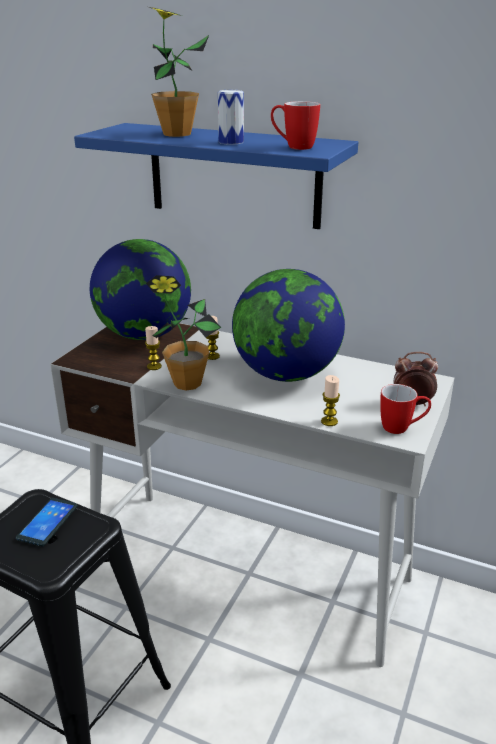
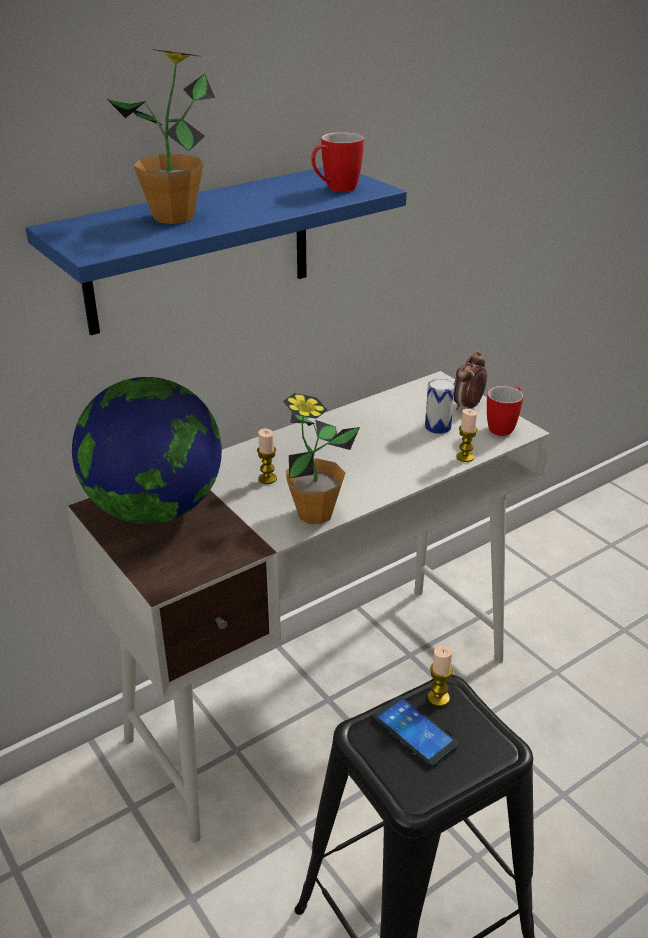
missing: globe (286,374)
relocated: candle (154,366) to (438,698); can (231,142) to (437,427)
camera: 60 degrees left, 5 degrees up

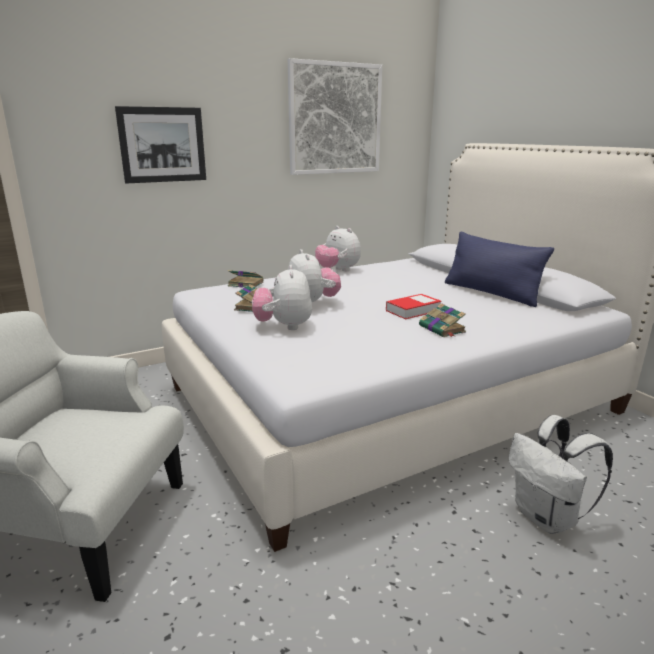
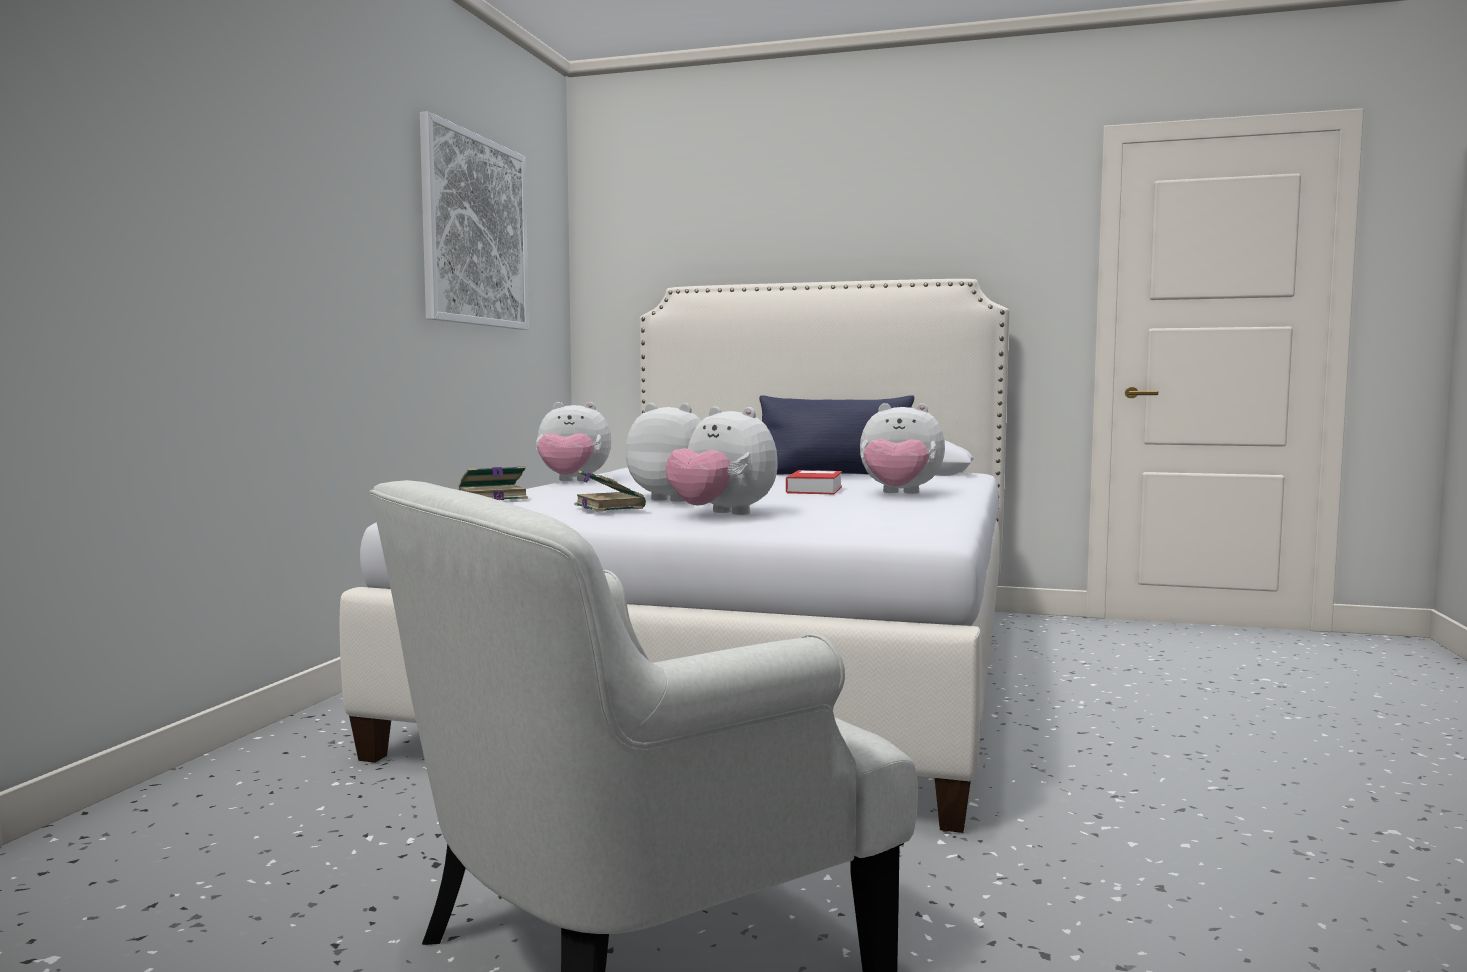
missing: picture (162,145); white backpack (547,518)
exchanged: book (442,329) to plush toy (899,494)
camera: 45 degrees left, 15 degrees down

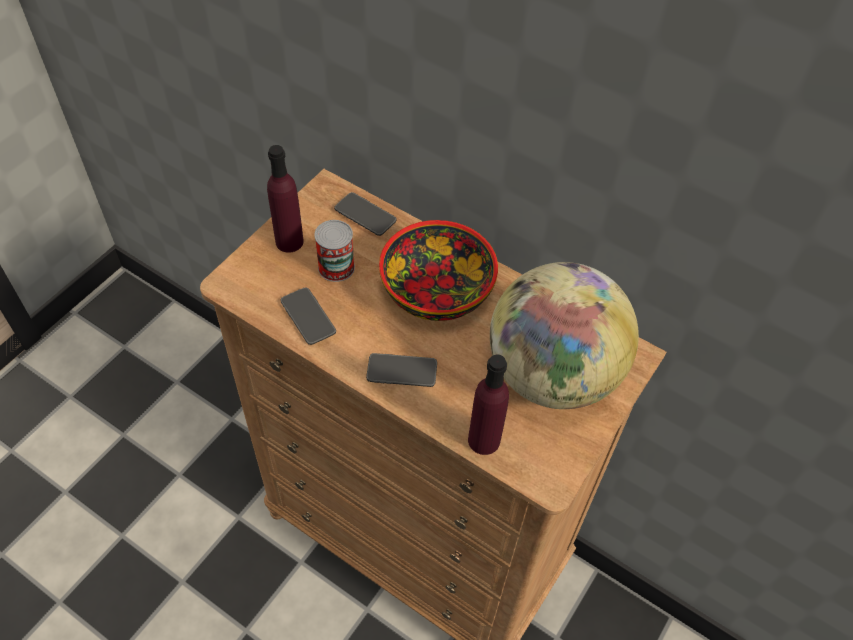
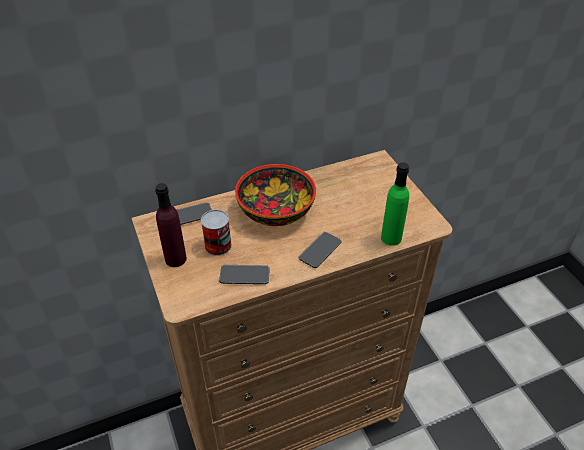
missing: globe (551,374)
colour: purple bottle (484,440) to green bottle (391,238)
camera: 55 degrees left, 10 degrees down

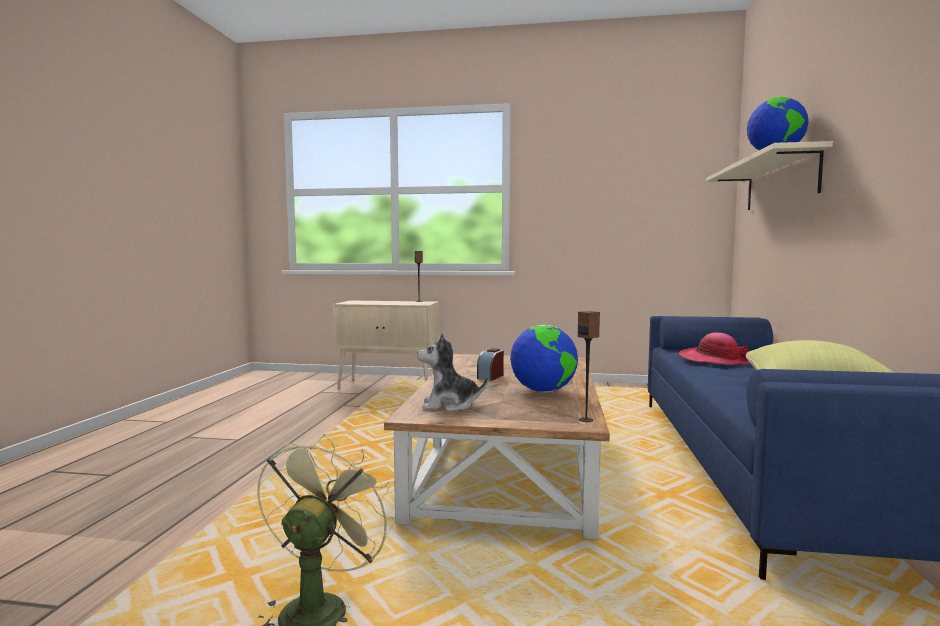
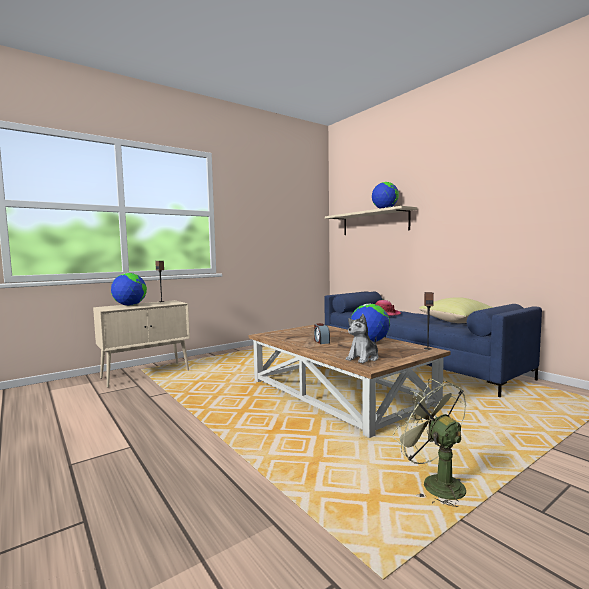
appeared: globe (130,305)
camera: 45 degrees left, 0 degrees up

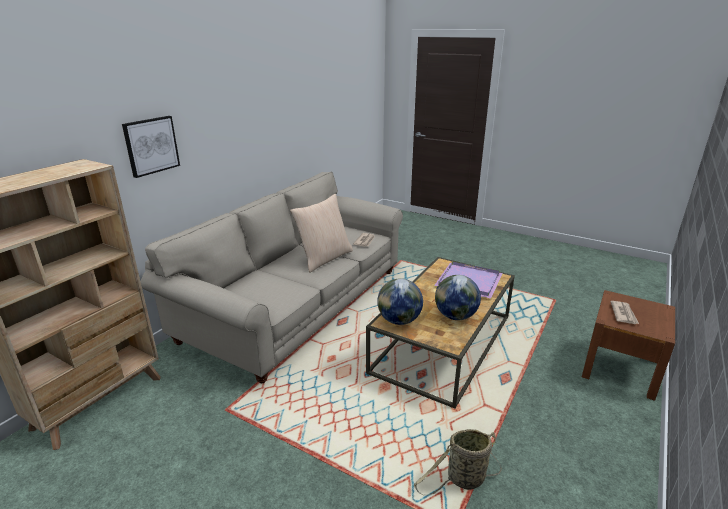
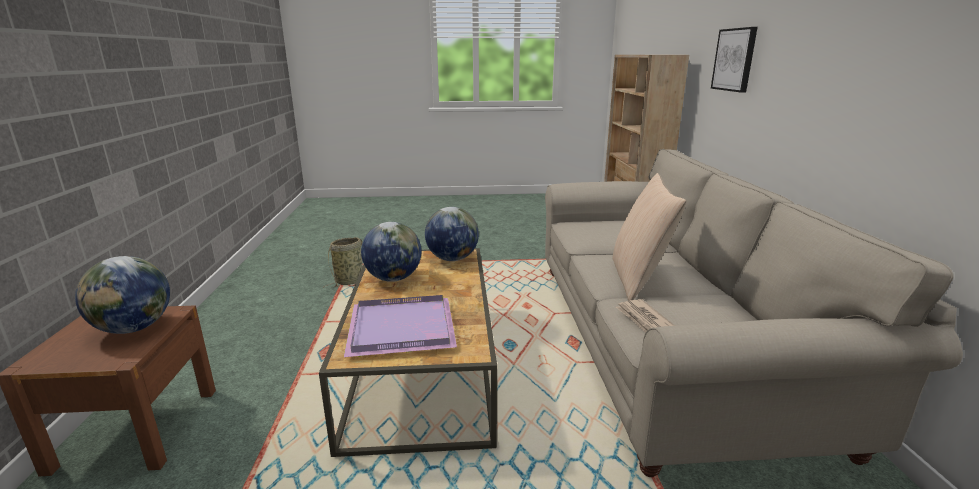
exchanged: newspaper (623,314) to globe (134,328)
camera: 145 degrees right, 5 degrees down

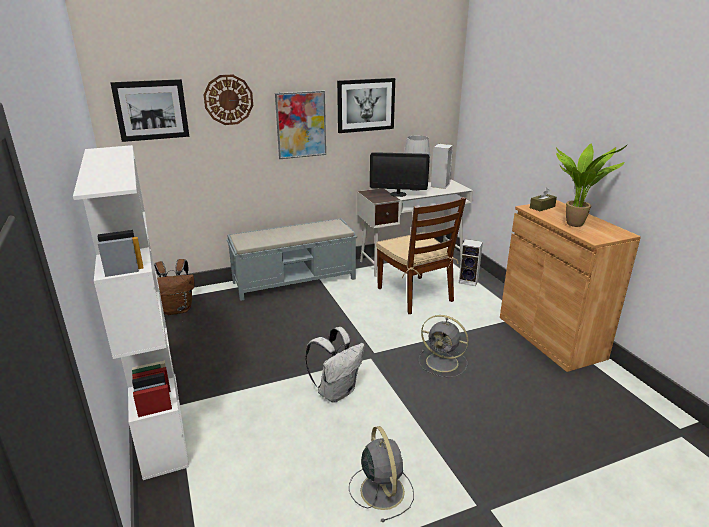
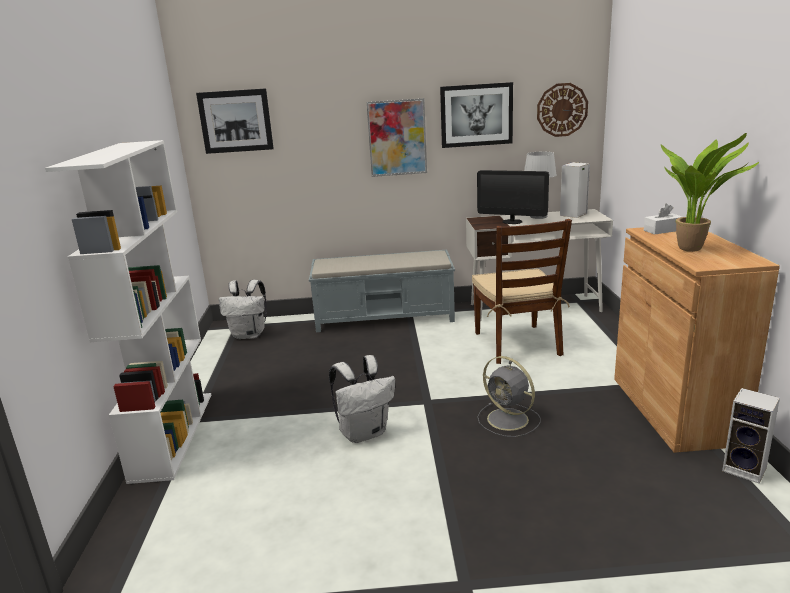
missing: grey fan (381,489)
relocated: wall clock (228,100) to (562,110); speaker (469,281) to (746,469)
colour: brown backpack (177,309) to white backpack (249,335); brown tissue box (542,207) to white tissue box (662,230)
camera: 20 degrees right, 5 degrees down

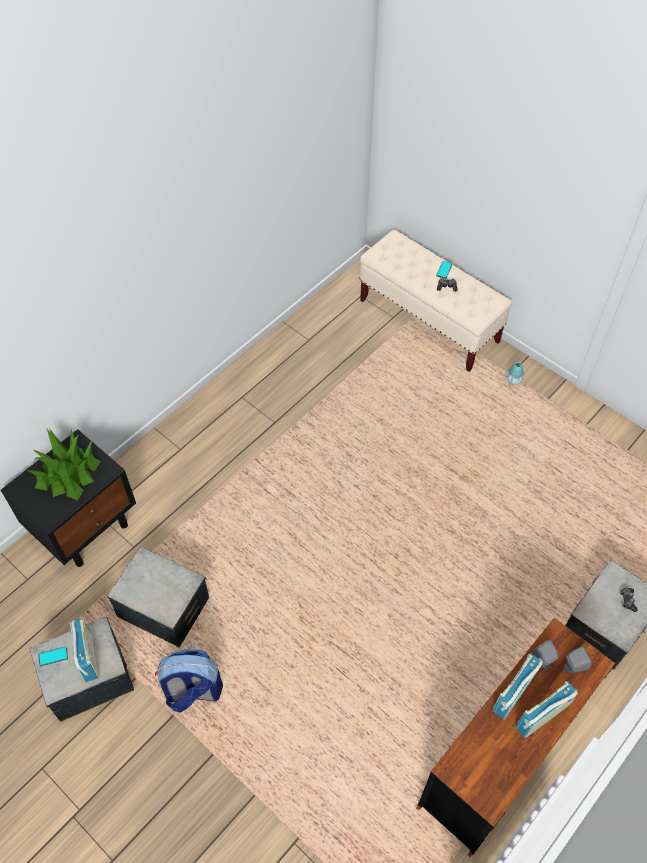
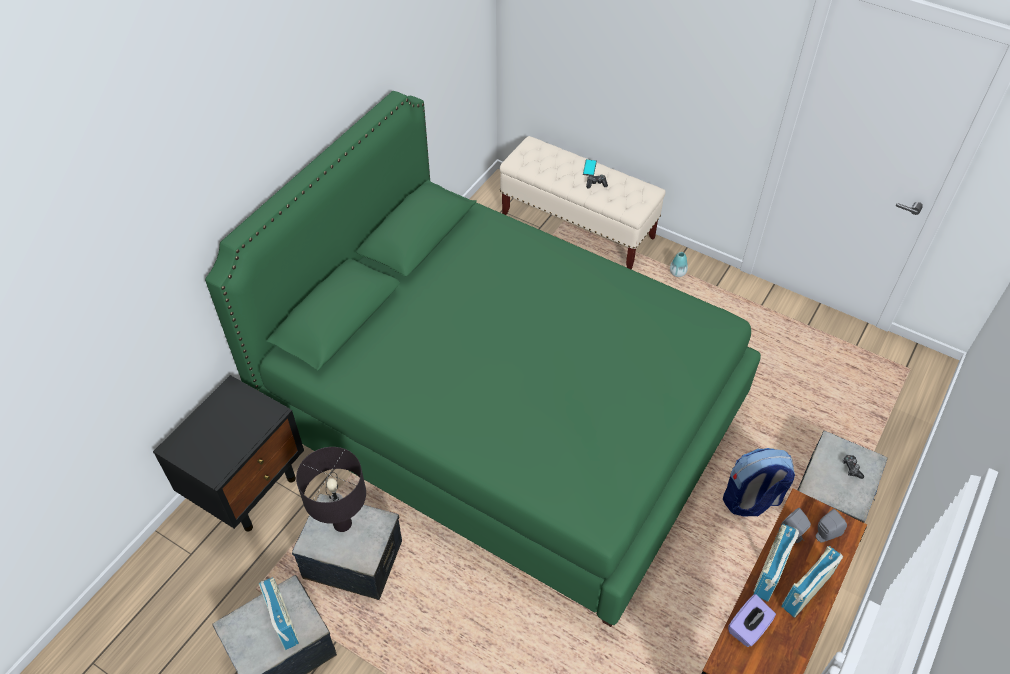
missing: potted plant (68,473); phone (53,656)
appeared: green bed (504,415); black table lamp (342,524); purple tissue box (748,628)
relocated: backpack (193,691) to (751,500)
camera: 10 degrees left, 5 degrees down

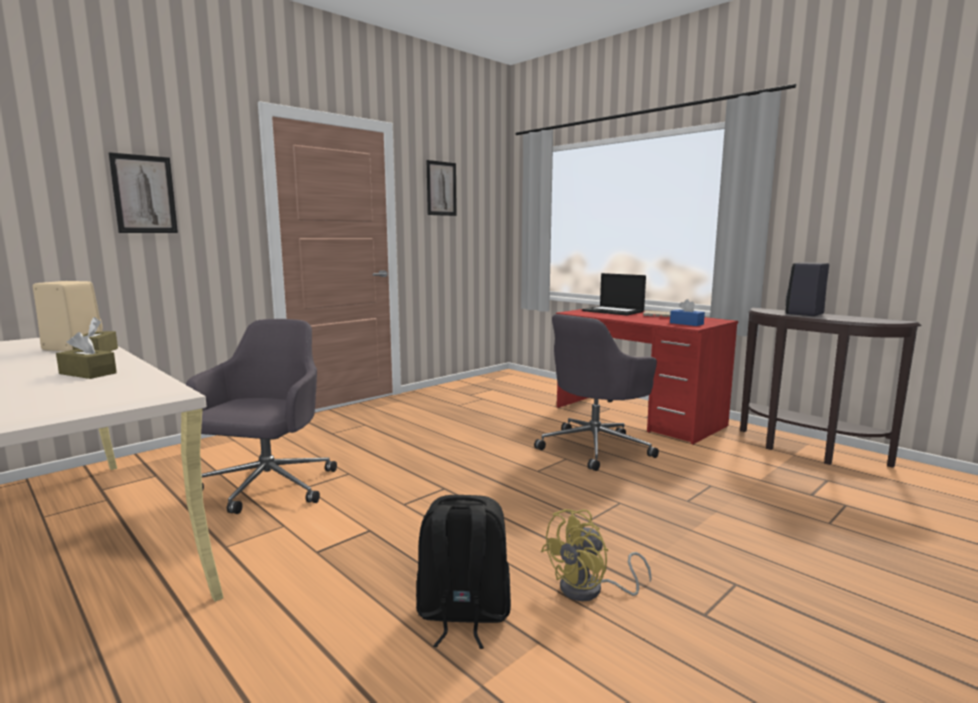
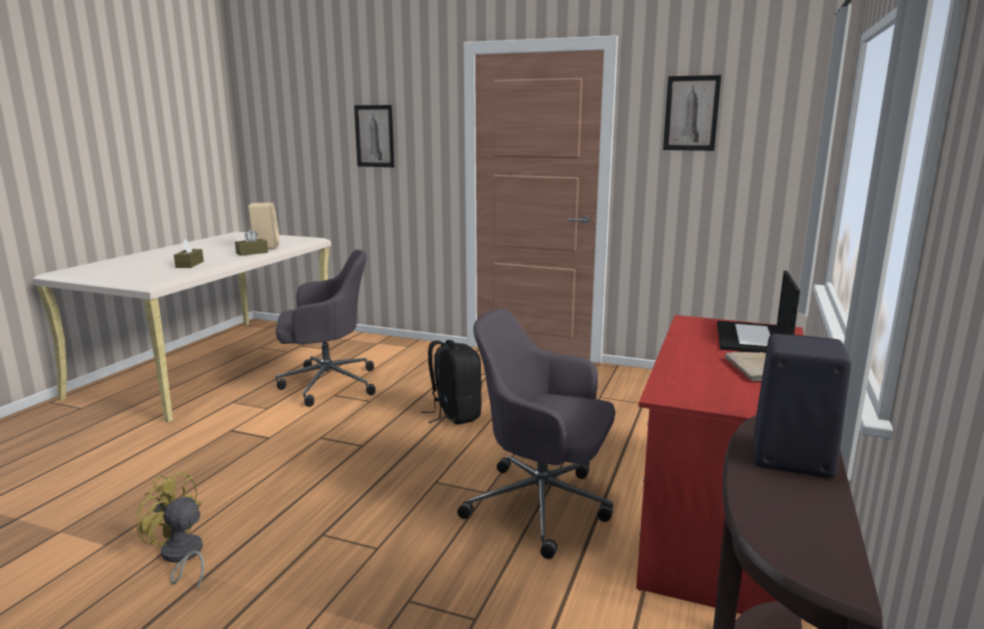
missing: blue tissue box (686,323)
relocated: black backpack (462,615) to (454,415)
camera: 65 degrees right, 5 degrees up

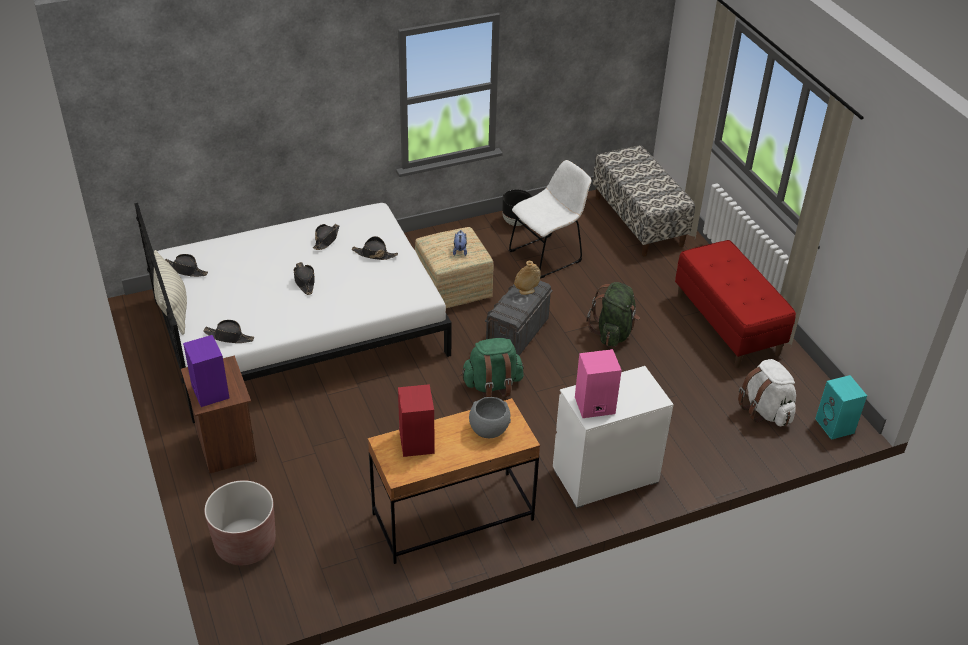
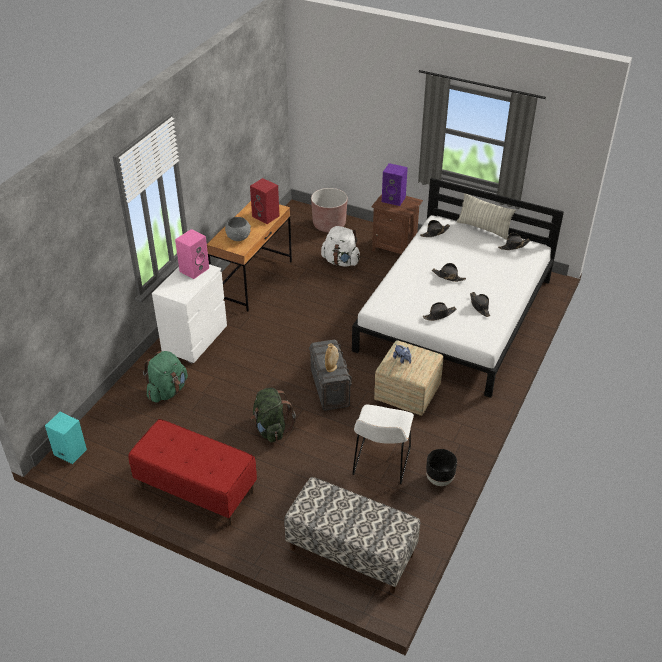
relocated: green backpack (492,385) to (167,391); white backpack (765,411) to (341,261)
camera: 140 degrees right, 0 degrees up

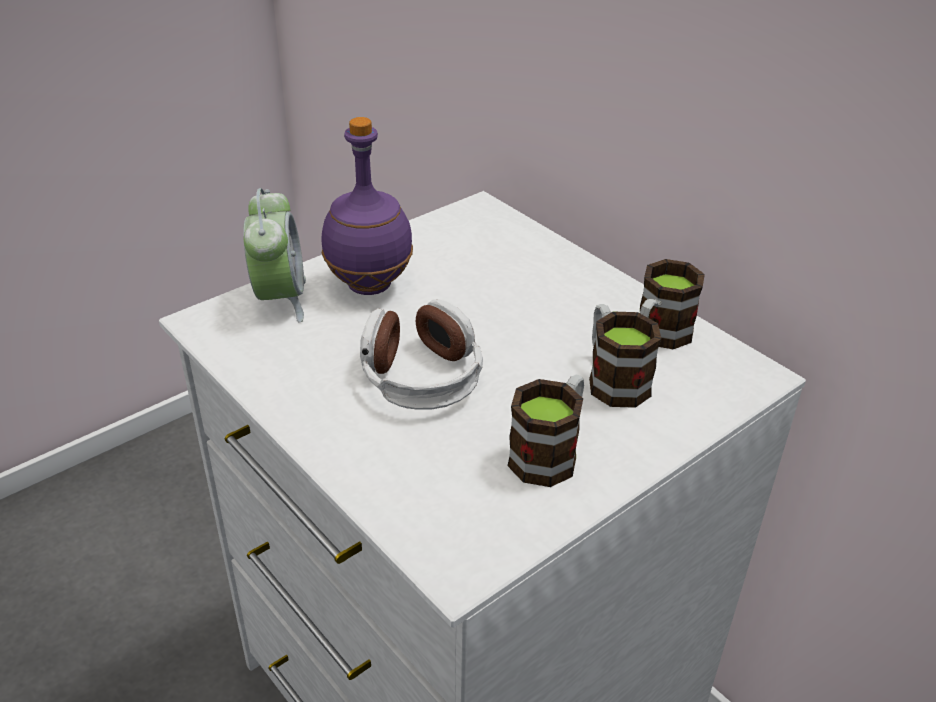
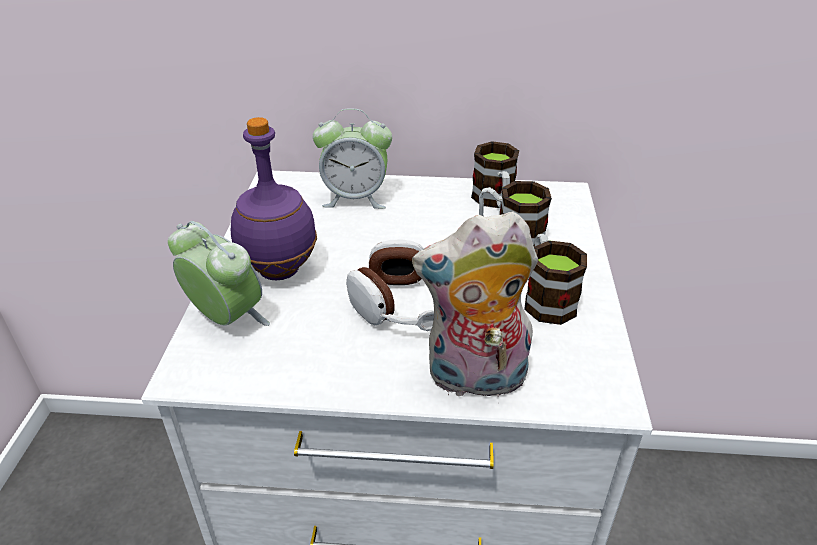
appeared: alarm clock (355,198); plush toy (475,379)
camera: 45 degrees left, 0 degrees up

